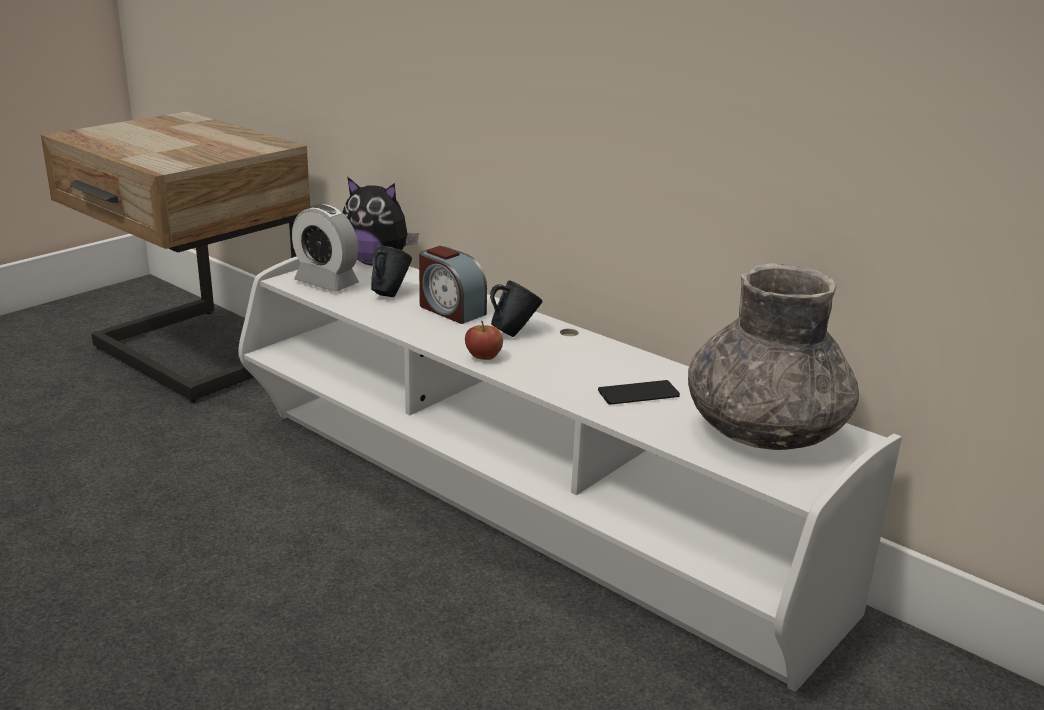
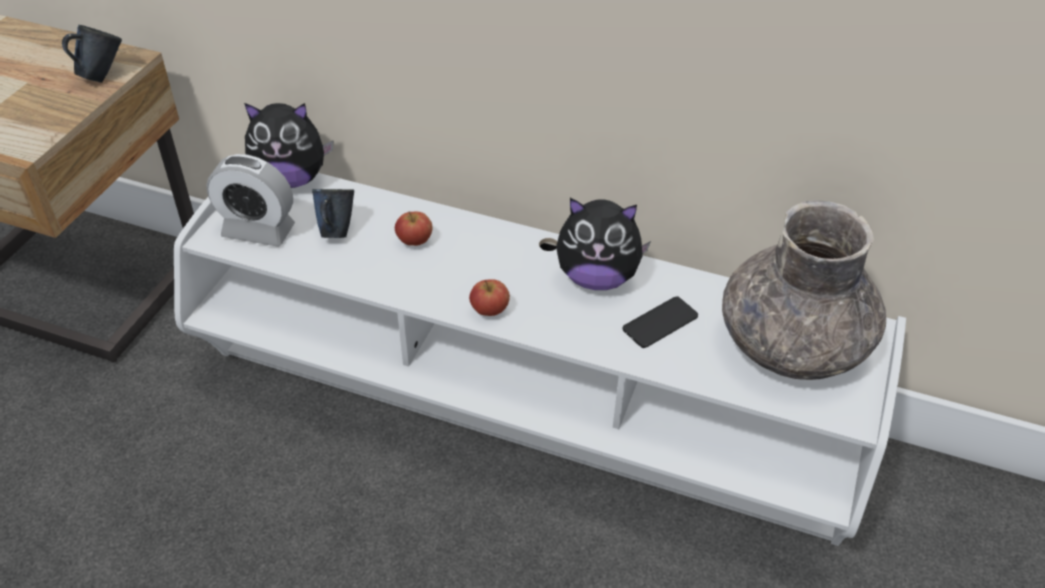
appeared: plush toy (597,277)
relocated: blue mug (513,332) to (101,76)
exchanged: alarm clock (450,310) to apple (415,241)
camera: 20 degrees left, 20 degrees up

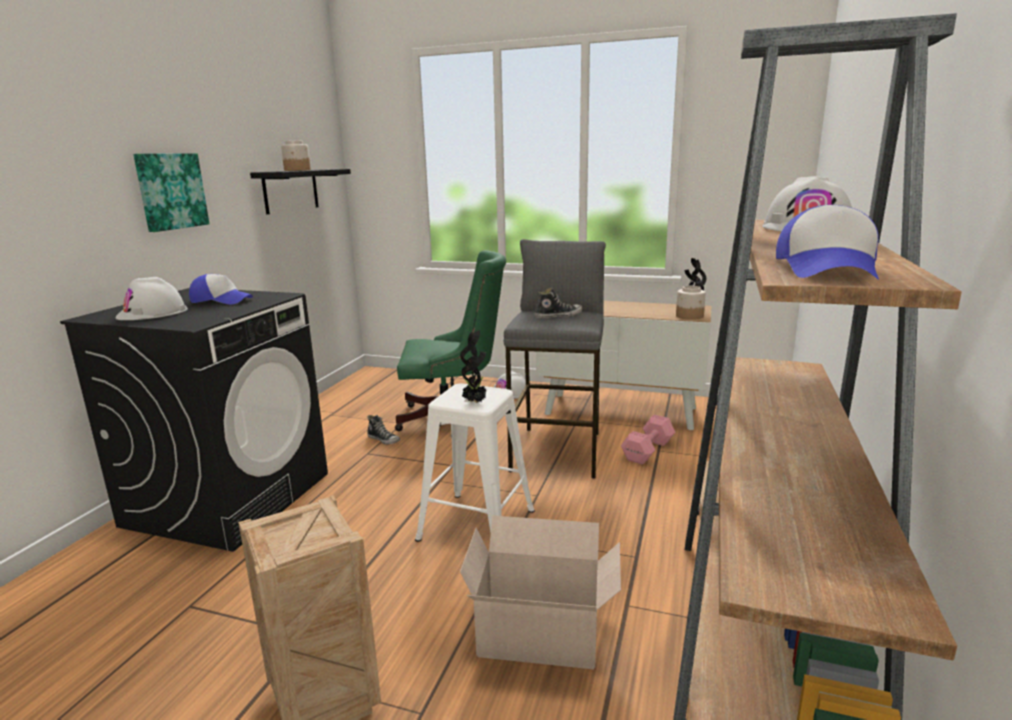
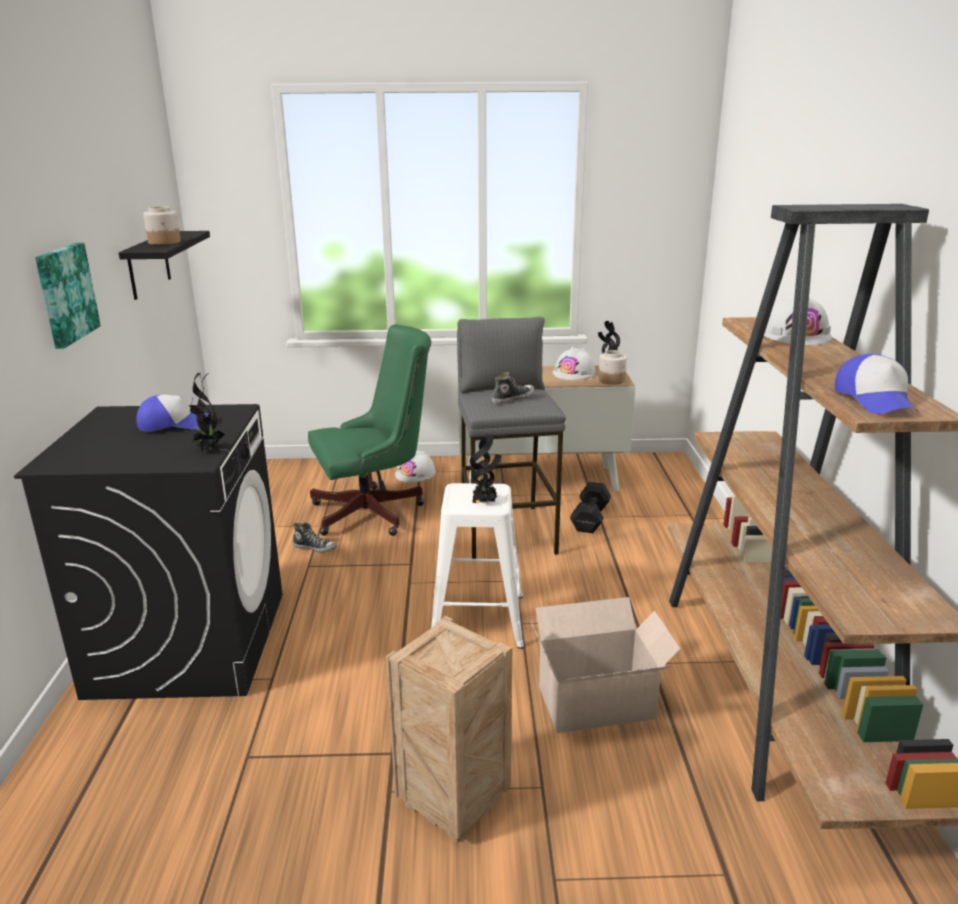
appeared: potted plant (208,450)
relocated: white hard hat (152,313) to (574,373)
colour: pink dumbbell (649,450) to black dumbbell (591,518)
camera: 20 degrees left, 5 degrees up

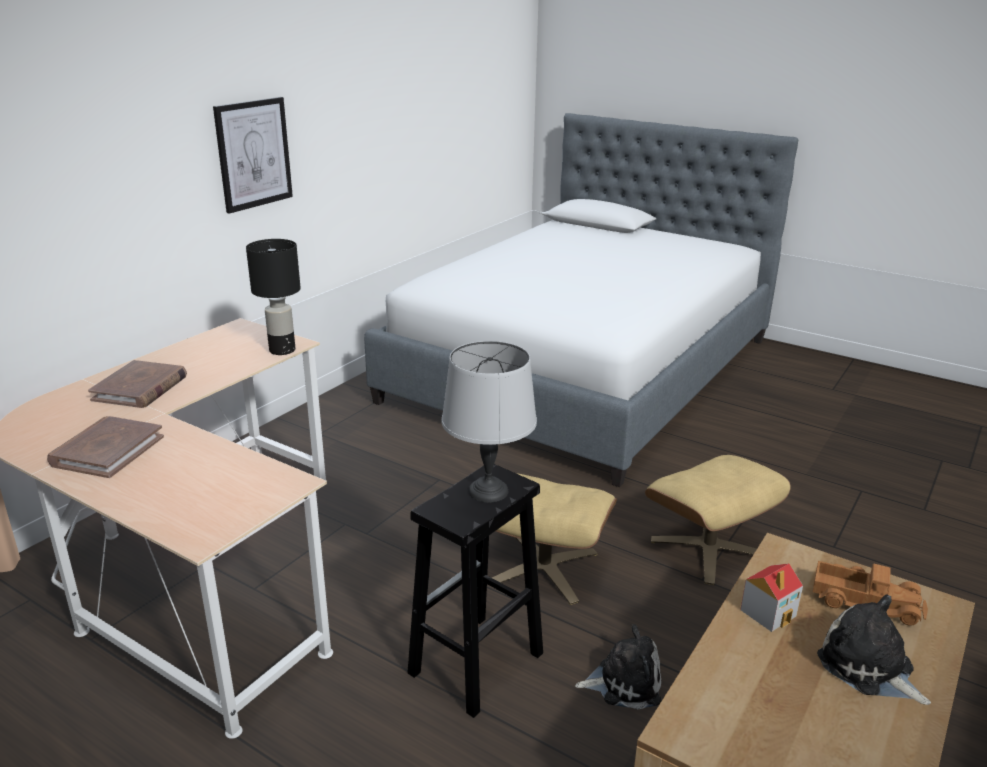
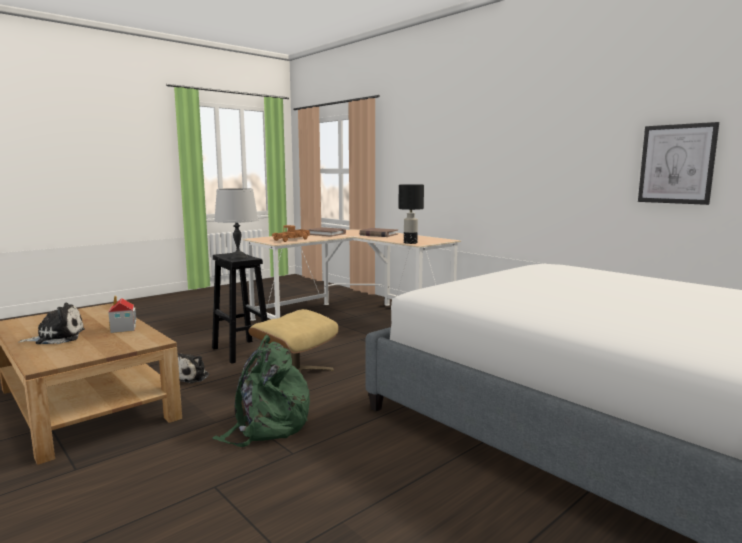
relocated: picture (253,154) to (676,164); toy truck (865,601) to (292,240)
exchanged: beige ottoman (709,548) to green backpack (267,425)
camera: 105 degrees right, 15 degrees down

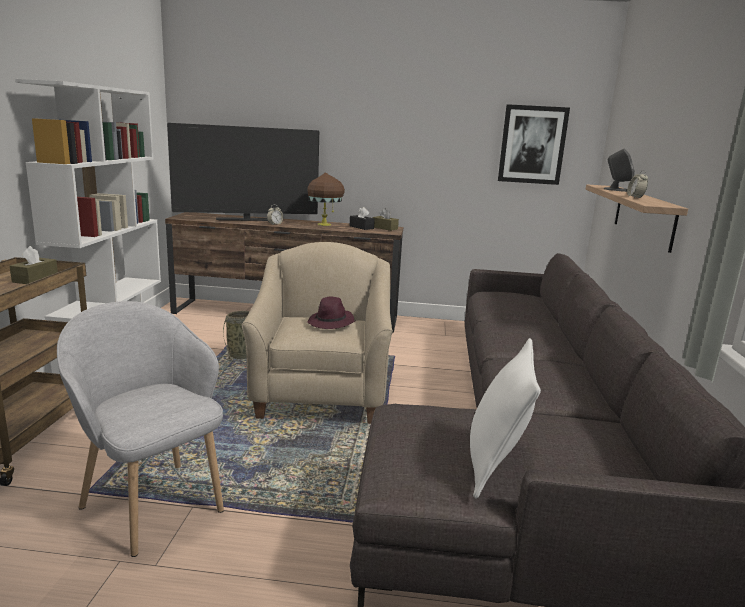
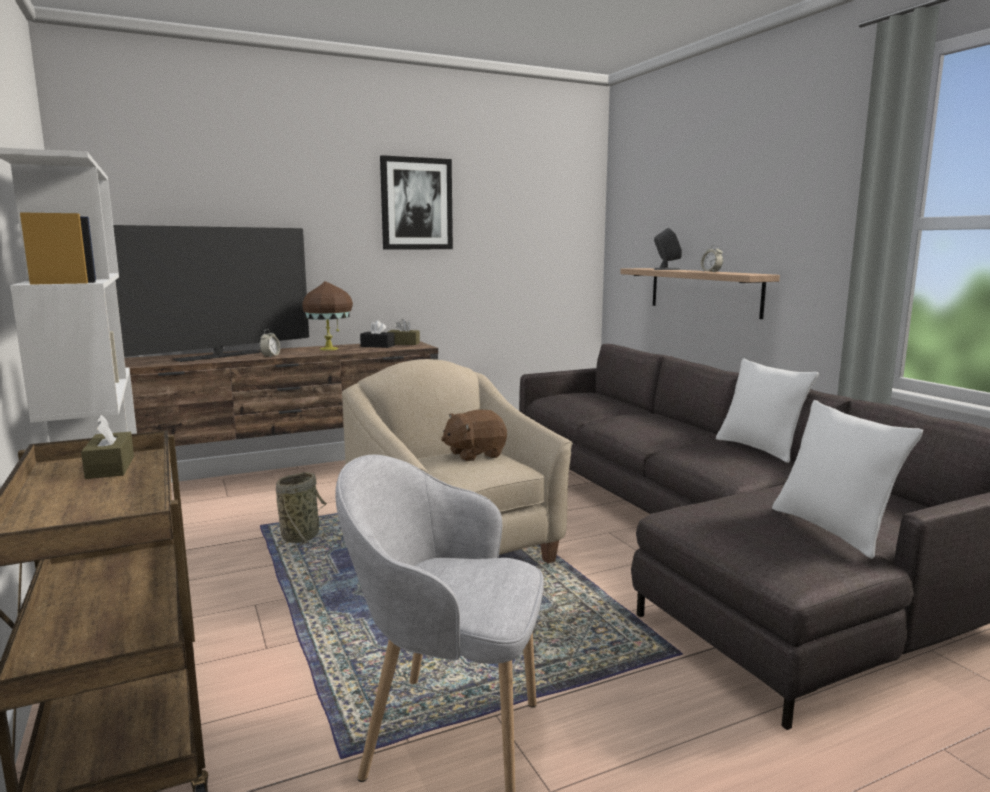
appeared: white pillow (759,449)
relocated: picture (532,145) to (416,204)
exchanged: purple hat (331,323) to brown plush toy (474,454)
camera: 30 degrees left, 5 degrees down

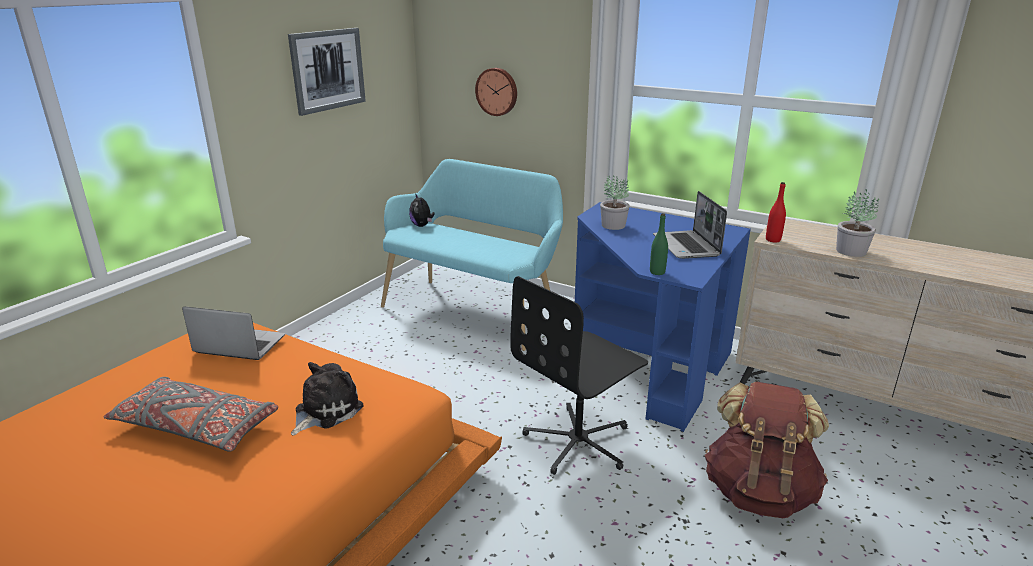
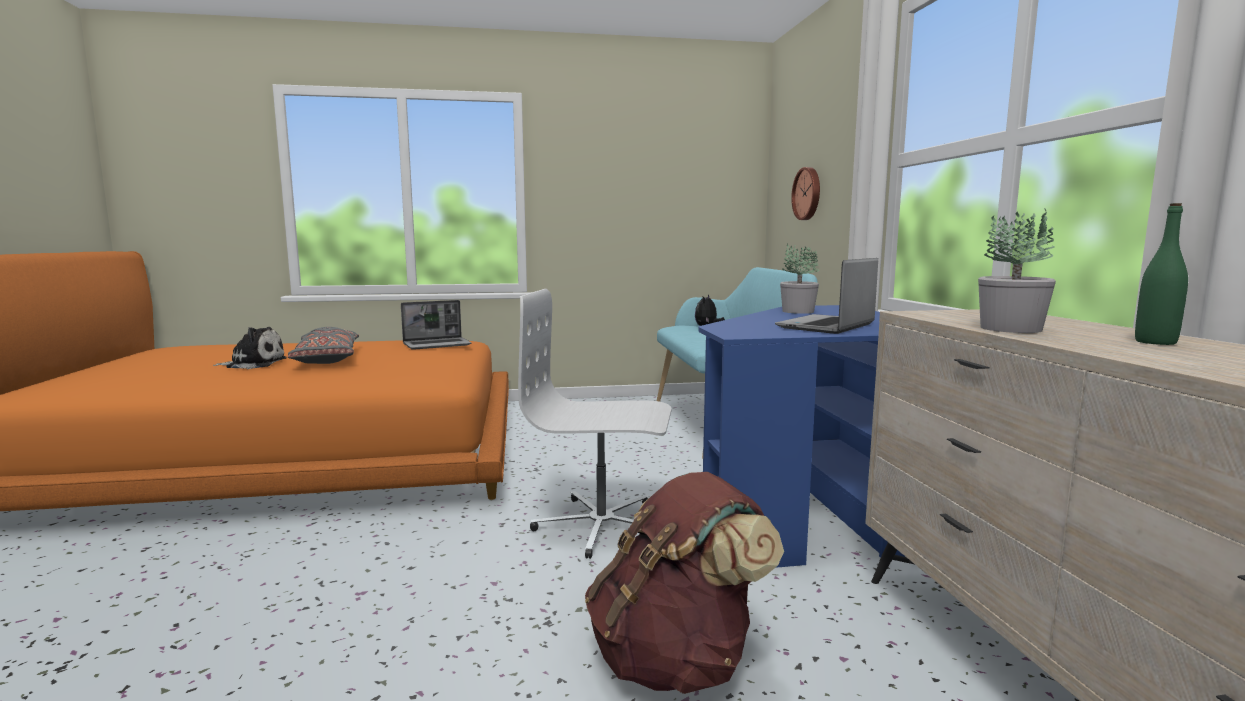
missing: picture (328,70); red bottle (773,240)
relocated: plush toy (325,410) to (254,364); green bottle (657,272) to (1155,342)
colour: black office chair (579,442) to white office chair (601,525)
spun: laptop (238,345) = (437,345) 90 degrees clockwise
camera: 50 degrees right, 15 degrees down

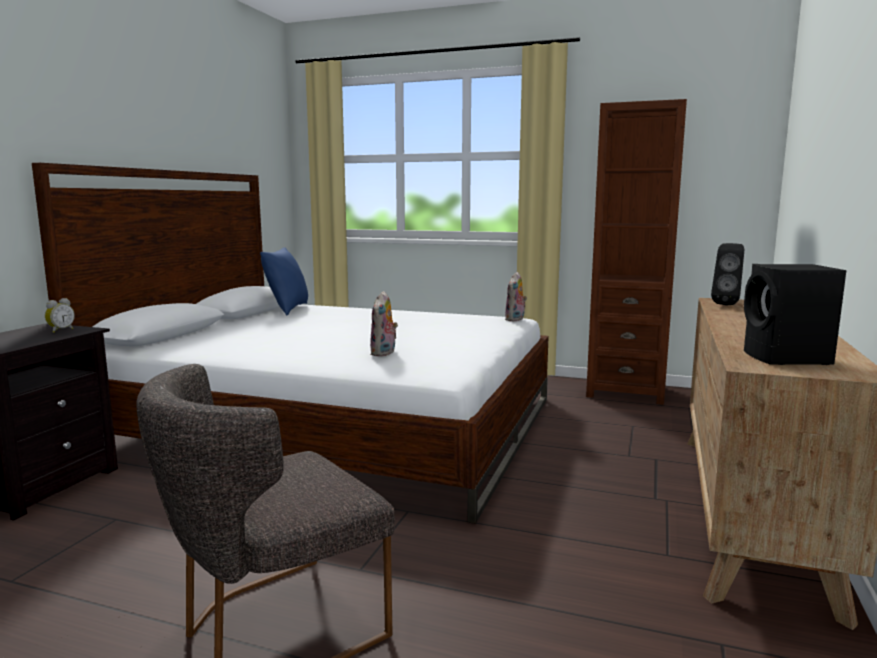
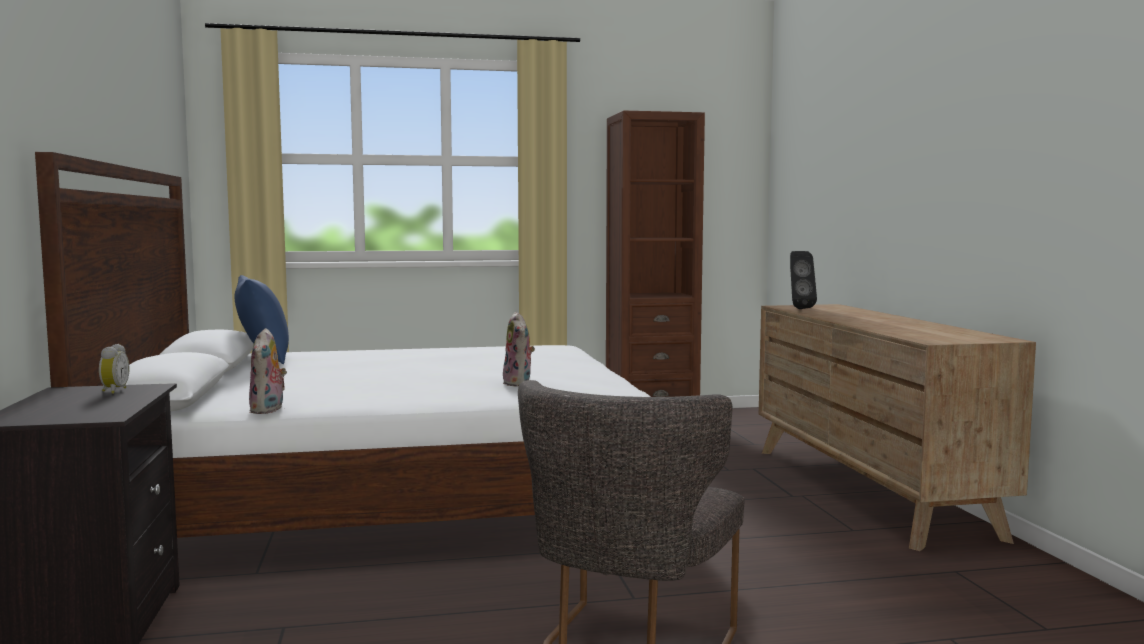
missing: black speaker (787,359)
relocated: plush toy (515,319) to (268,410)
camera: 30 degrees left, 5 degrees down

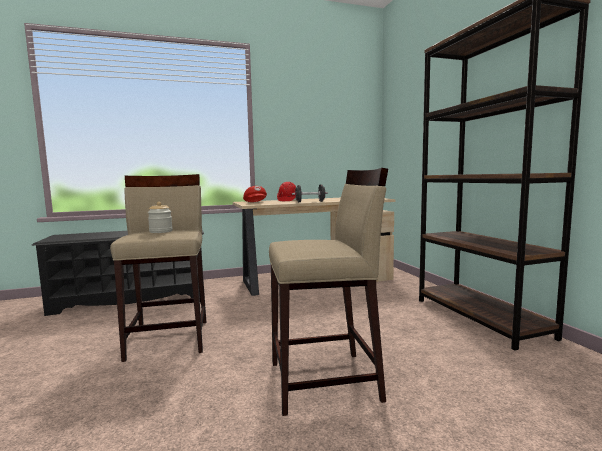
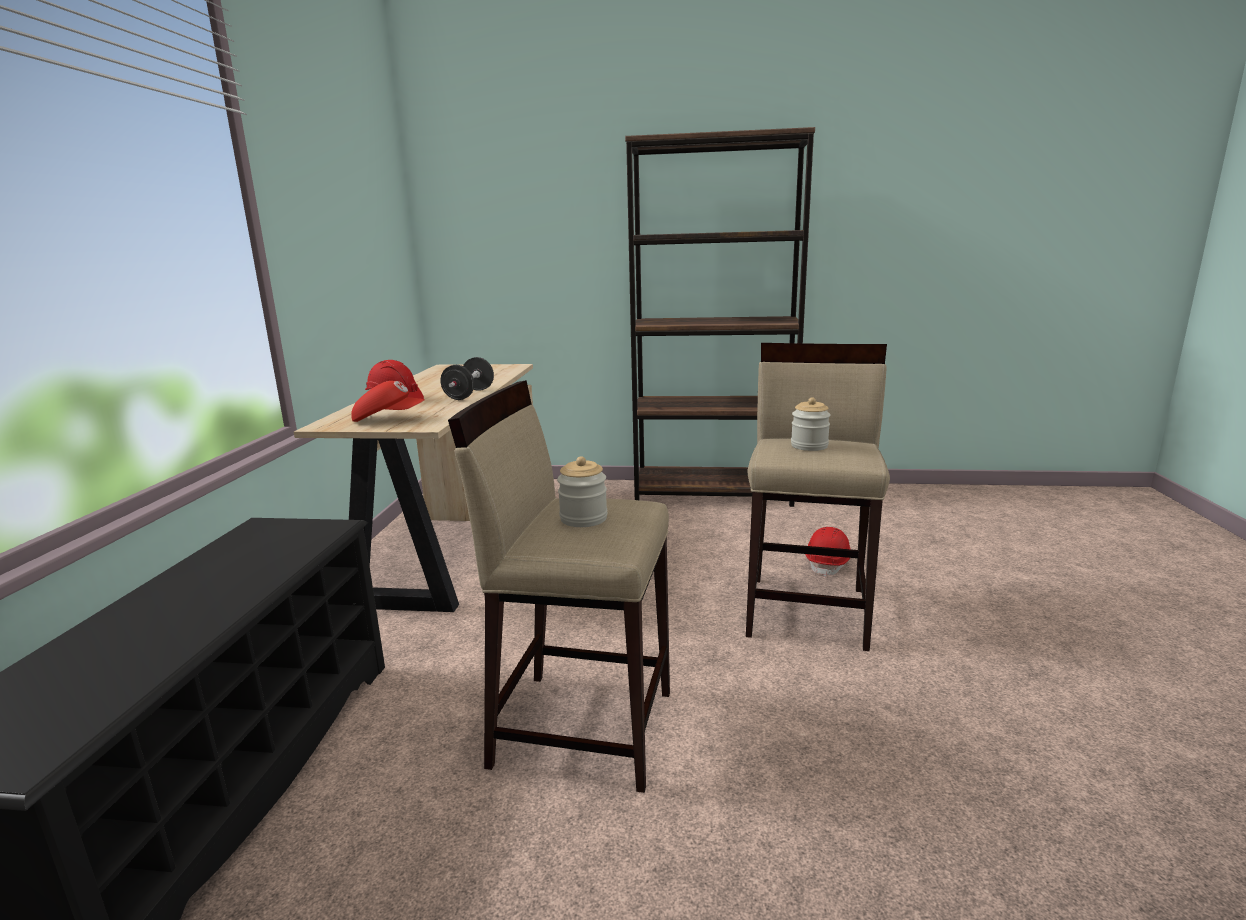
appeared: jar (809,446); red hard hat (828,564)
camera: 65 degrees left, 10 degrees up

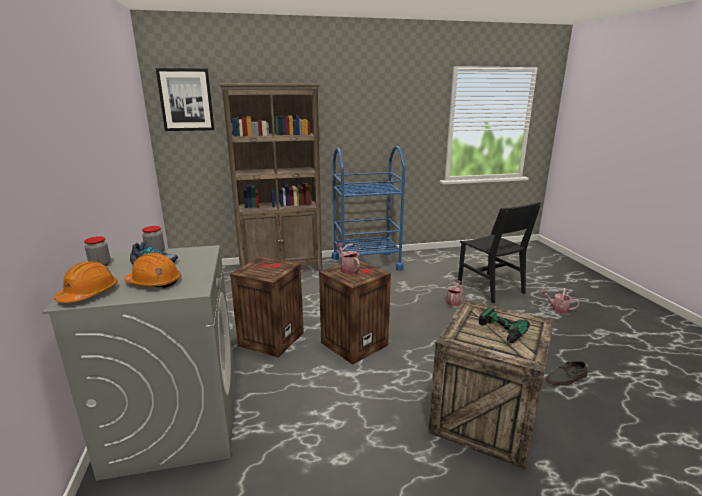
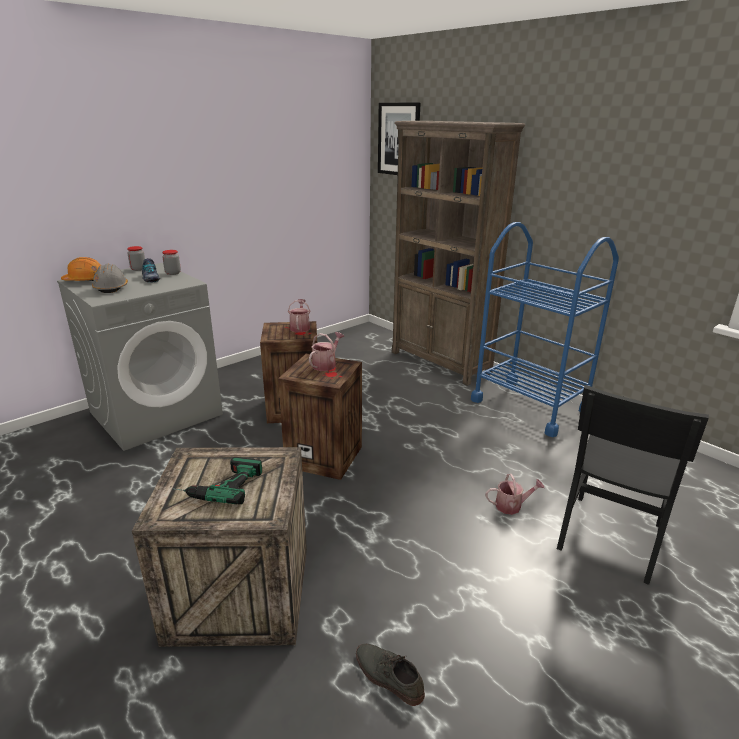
relocated: watering can (557,309) to (300,327)
colour: orange hard hat (154,282) to grey hard hat (111,288)
camera: 60 degrees right, 5 degrees up

